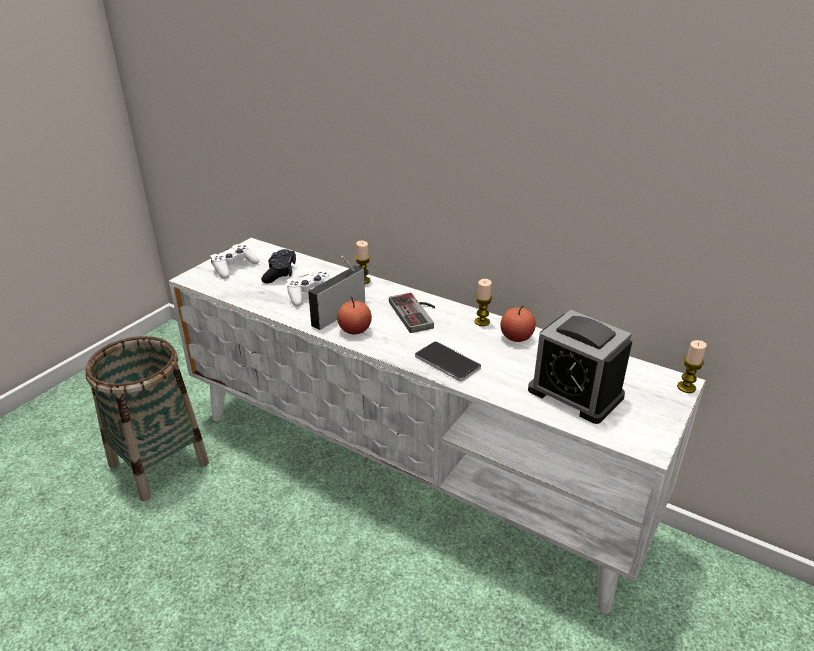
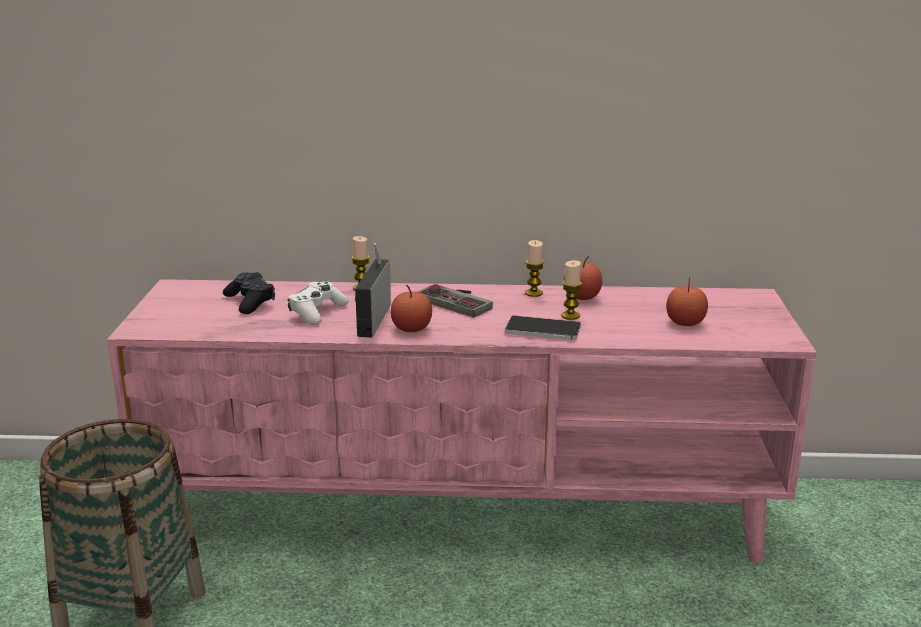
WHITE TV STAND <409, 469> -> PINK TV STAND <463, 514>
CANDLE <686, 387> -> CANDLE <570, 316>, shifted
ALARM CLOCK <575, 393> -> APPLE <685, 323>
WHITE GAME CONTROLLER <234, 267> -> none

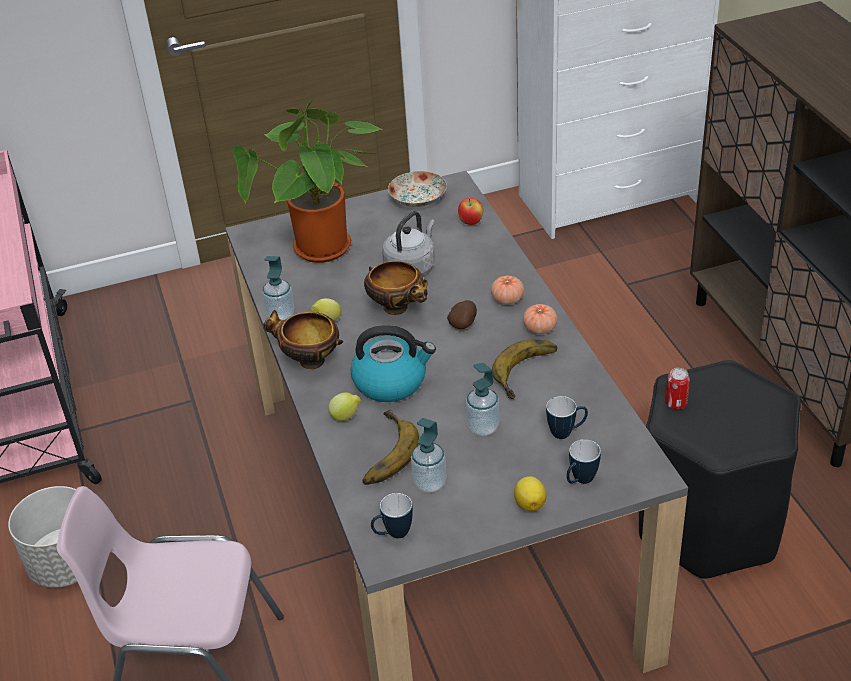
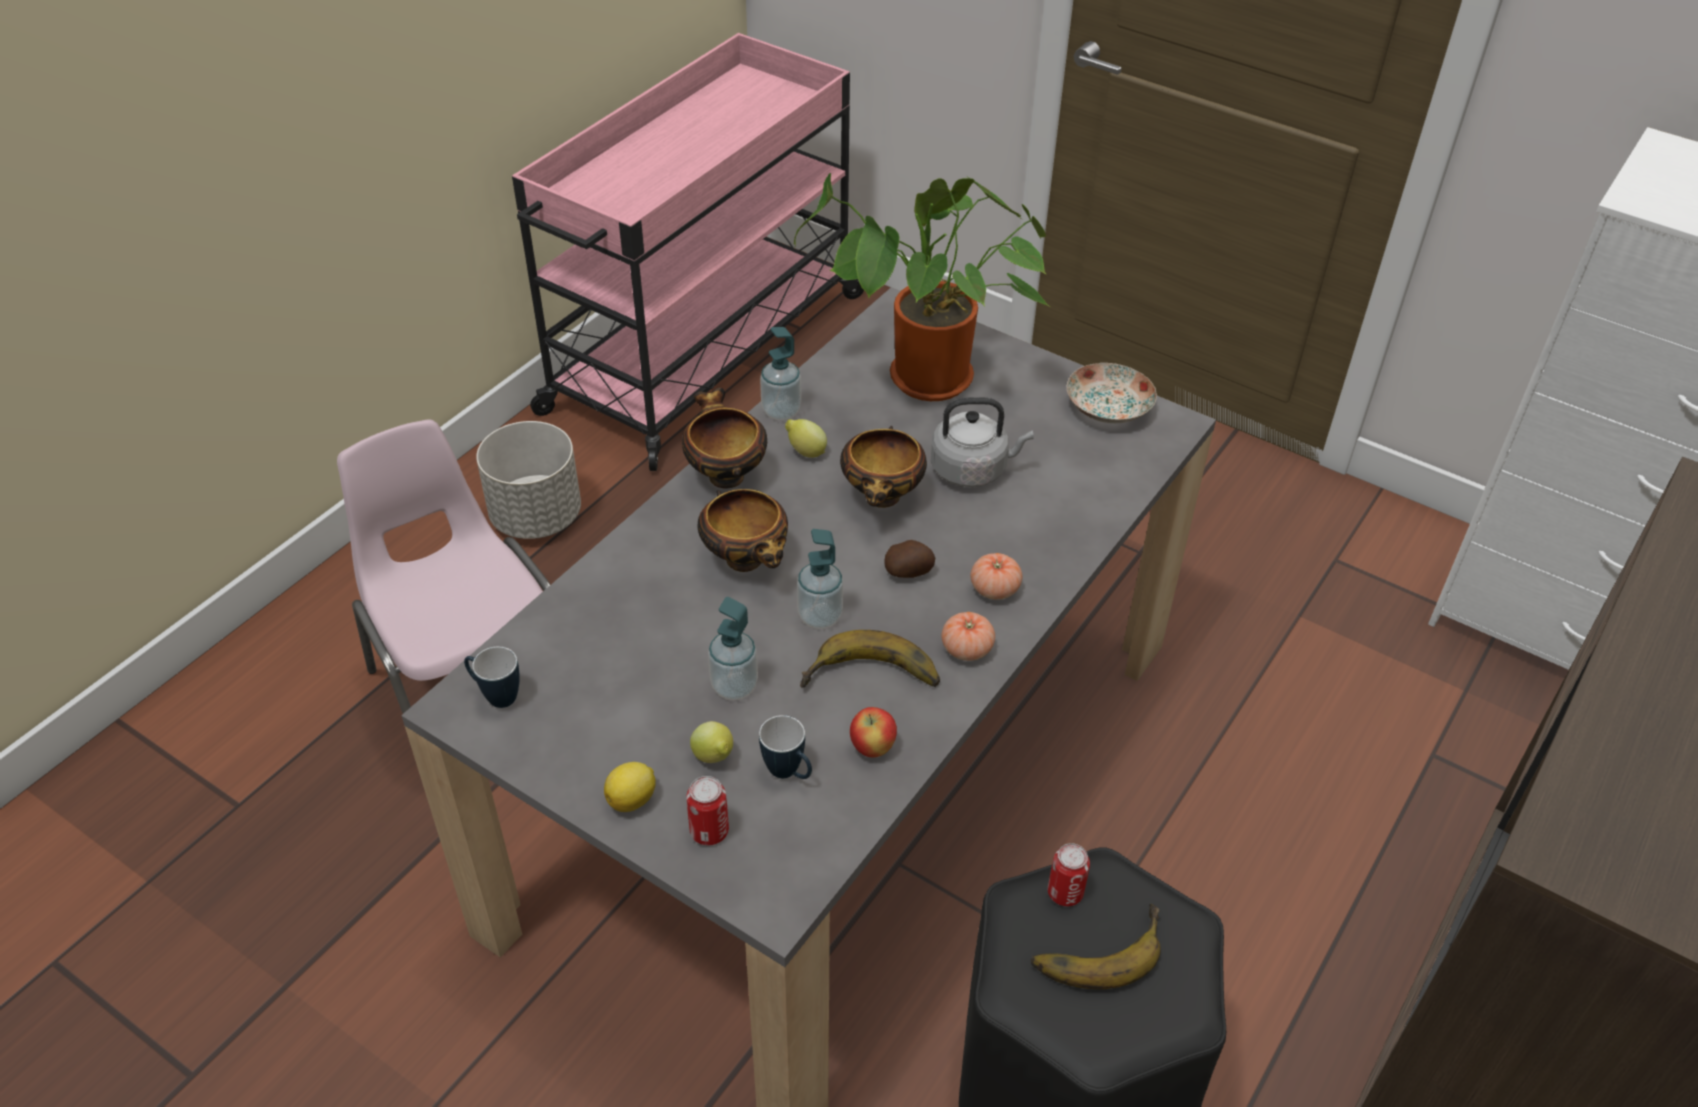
MUG <580, 481> -> CAN <709, 831>
LEMON <346, 417> -> LEMON <714, 758>, shifted
KETTLE <391, 382> -> BOWL <747, 561>
SOAP DISPENSER <430, 483> -> SOAP DISPENSER <820, 616>, shifted
APPLE <471, 222> -> APPLE <872, 748>, shifted
BANANA <382, 453> -> BANANA <1095, 947>, shifted

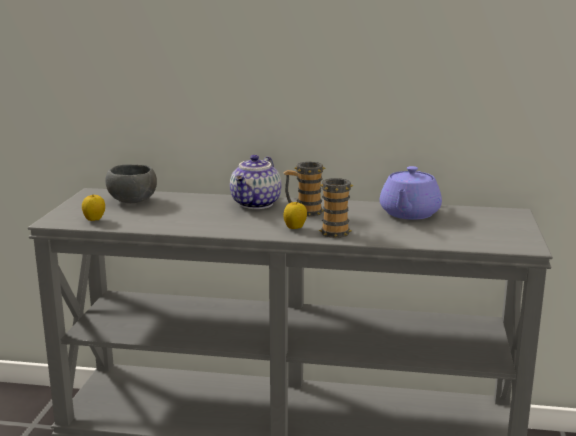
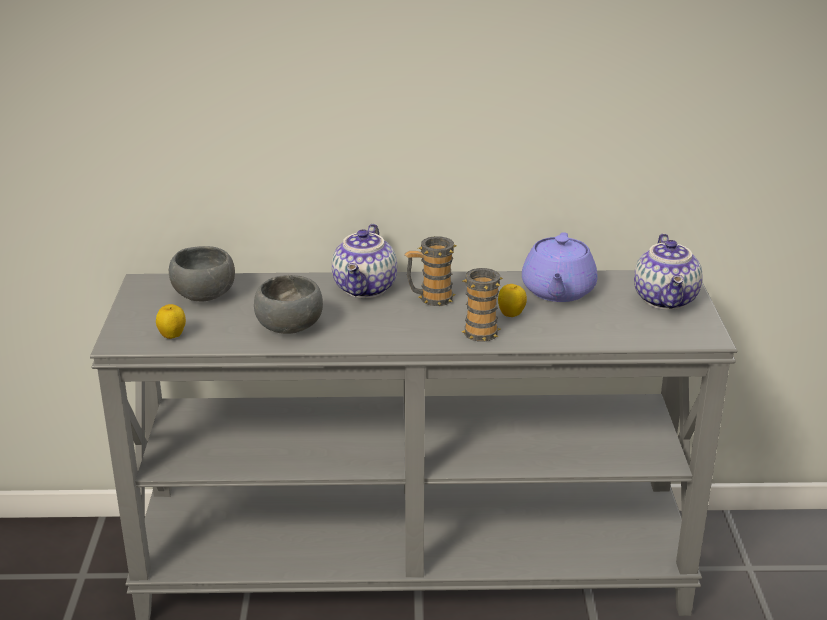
none -> GREY BOWL <291, 328>
APPLE <295, 228> -> APPLE <511, 315>, shifted
none -> TEAPOT <667, 300>

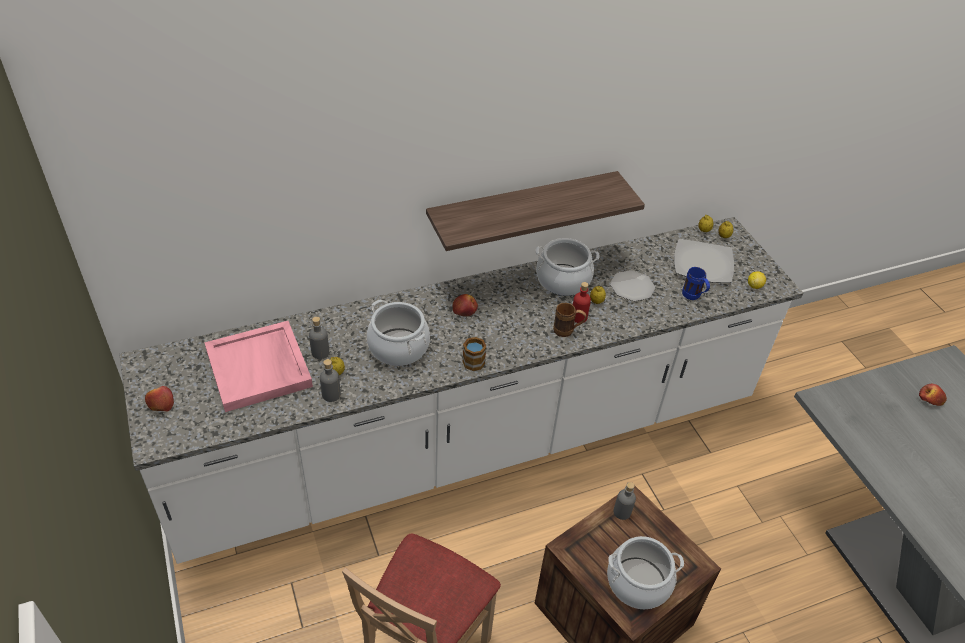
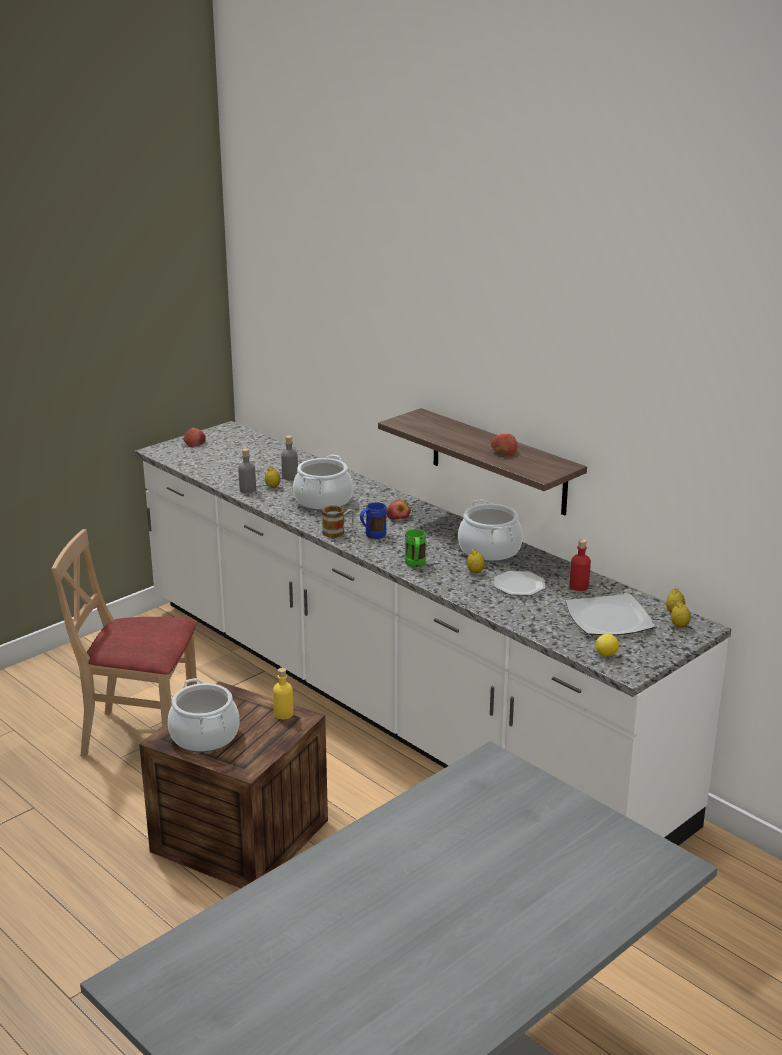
GREY BOTTLE <622, 512> -> YELLOW BOTTLE <283, 714>
BLUE MUG <693, 297> -> BLUE MUG <372, 536>, shifted
BROWN MUG <567, 331> -> GREEN MUG <415, 565>
APPLE <930, 399> -> APPLE <503, 451>, shifted
RED BOTTLE <579, 317> -> RED BOTTLE <579, 586>, shifted
PINK TRAY <259, 368> -> none

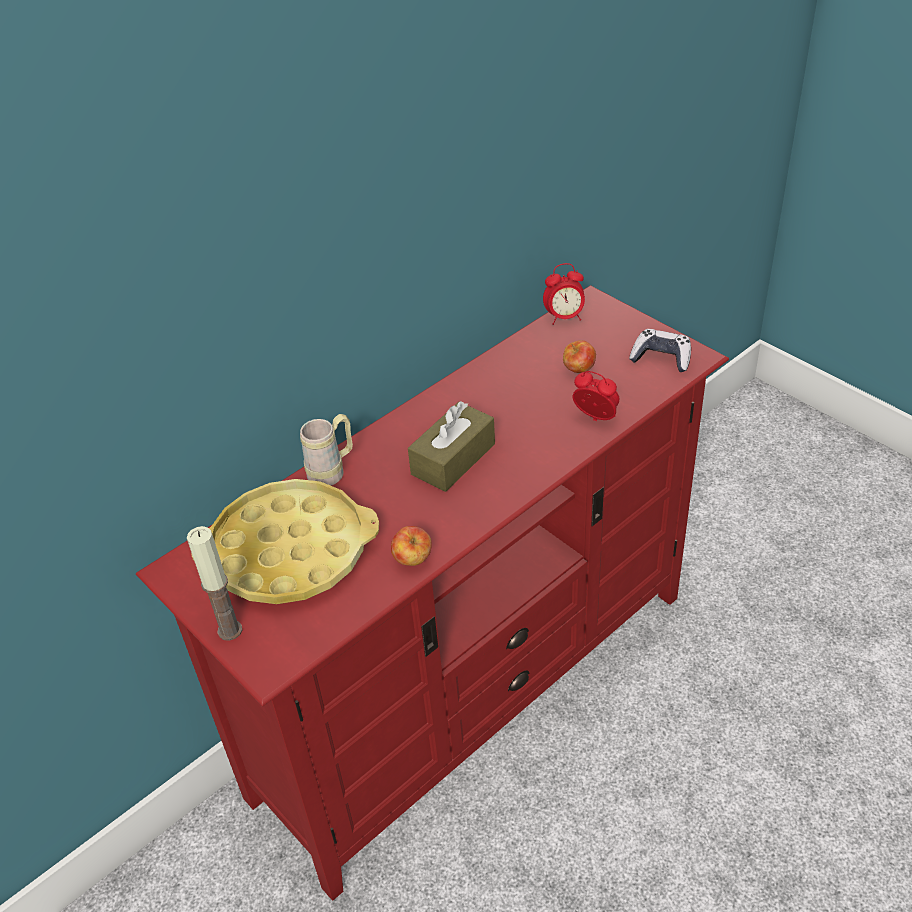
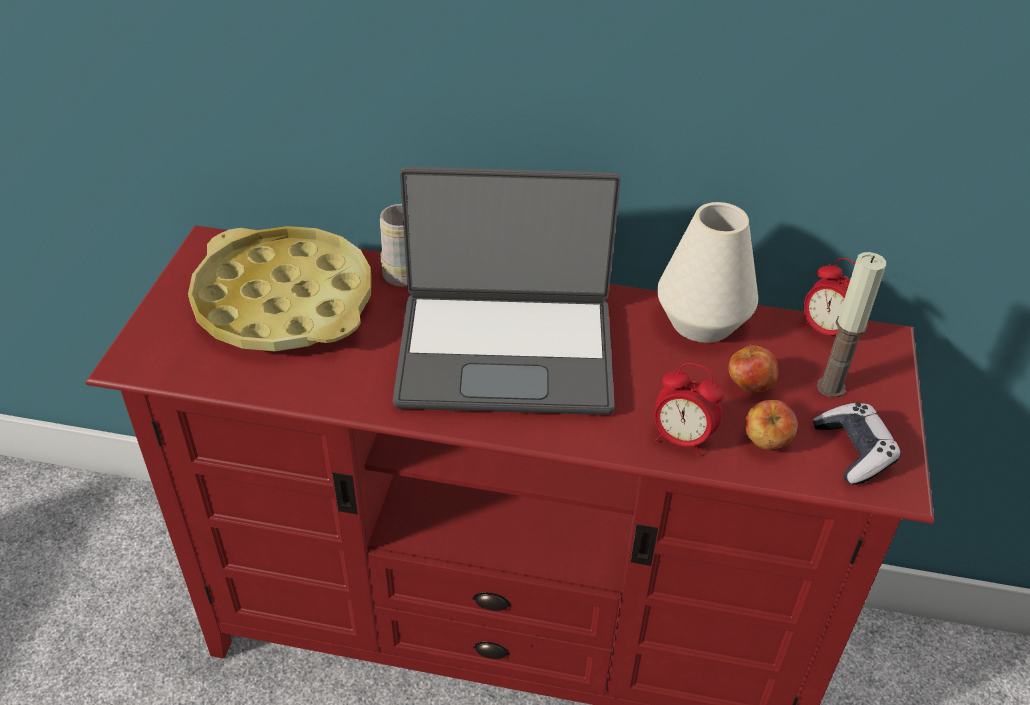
BROWN TISSUE BOX <453, 459> -> LAPTOP <506, 352>
ALARM CLOCK <595, 419> -> ALARM CLOCK <681, 439>, 120 degrees clockwise
none -> WHITE VASE <701, 322>
APPLE <412, 559> -> APPLE <765, 442>, shifted
CANDLE <230, 630> -> CANDLE <831, 387>, shifted

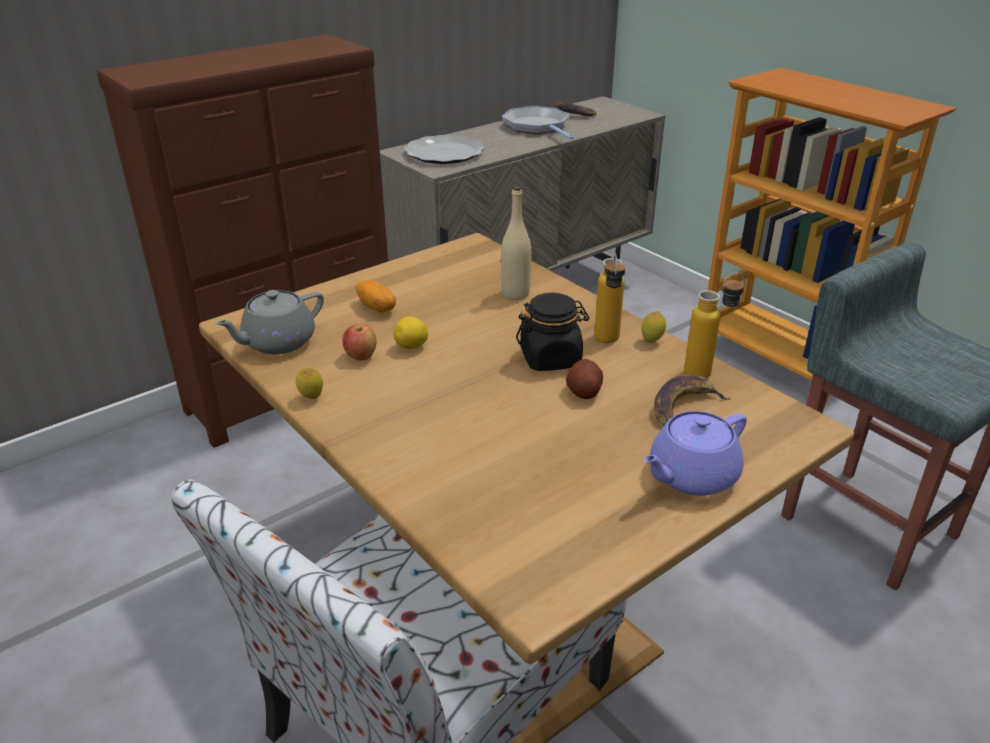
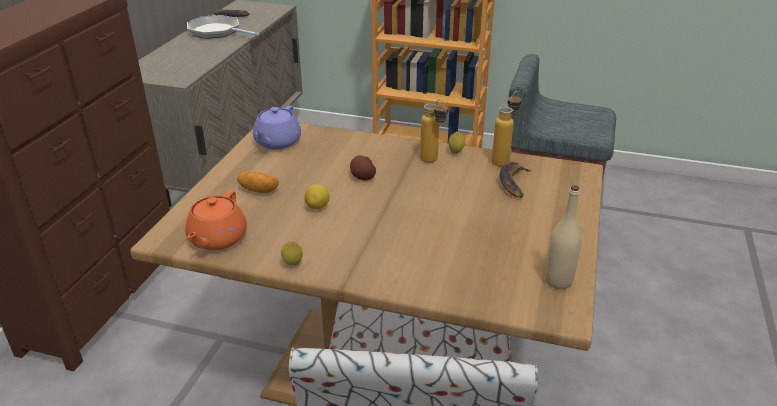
GREY TEAPOT <277, 342> -> ORANGE TEAPOT <217, 239>
PURPLE TEAPOT <691, 476> -> PURPLE TEAPOT <277, 142>, shifted
POTATO <583, 392> -> POTATO <362, 177>, shifted
BEIGE BOTTLE <515, 294> -> BEIGE BOTTLE <558, 281>, shifted
APPLE <361, 356> -> none
PLATE <444, 153> -> none
BLACK JAR <551, 358> -> none

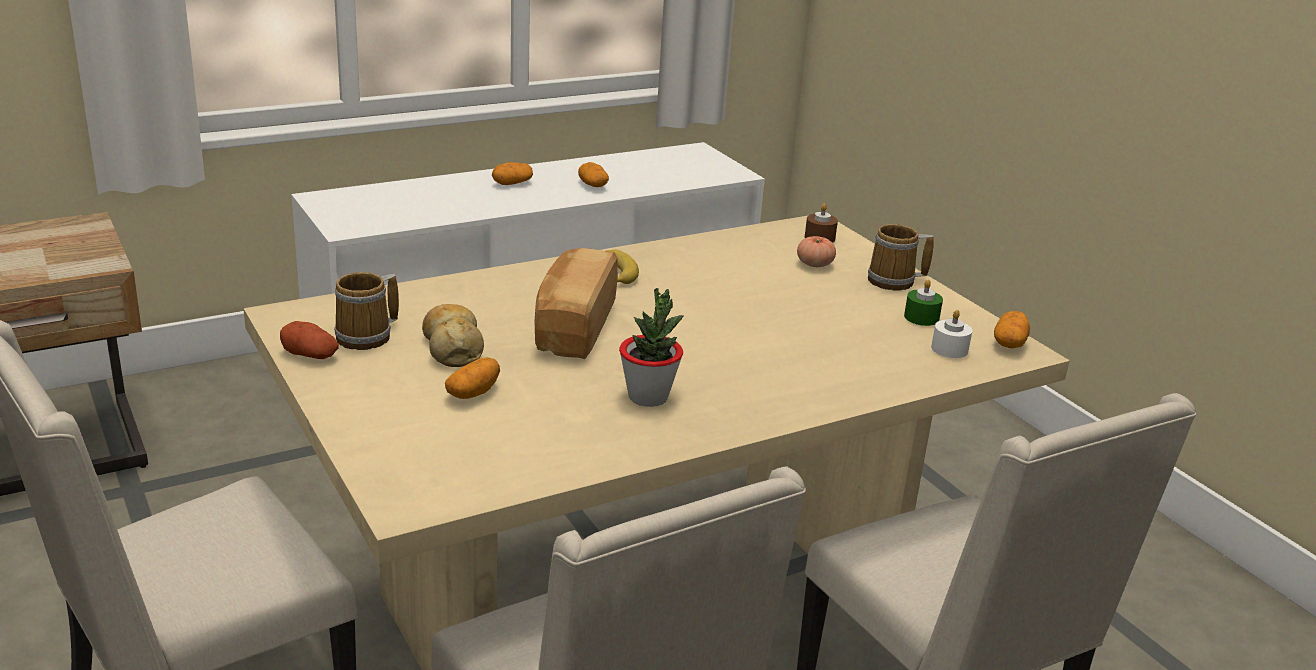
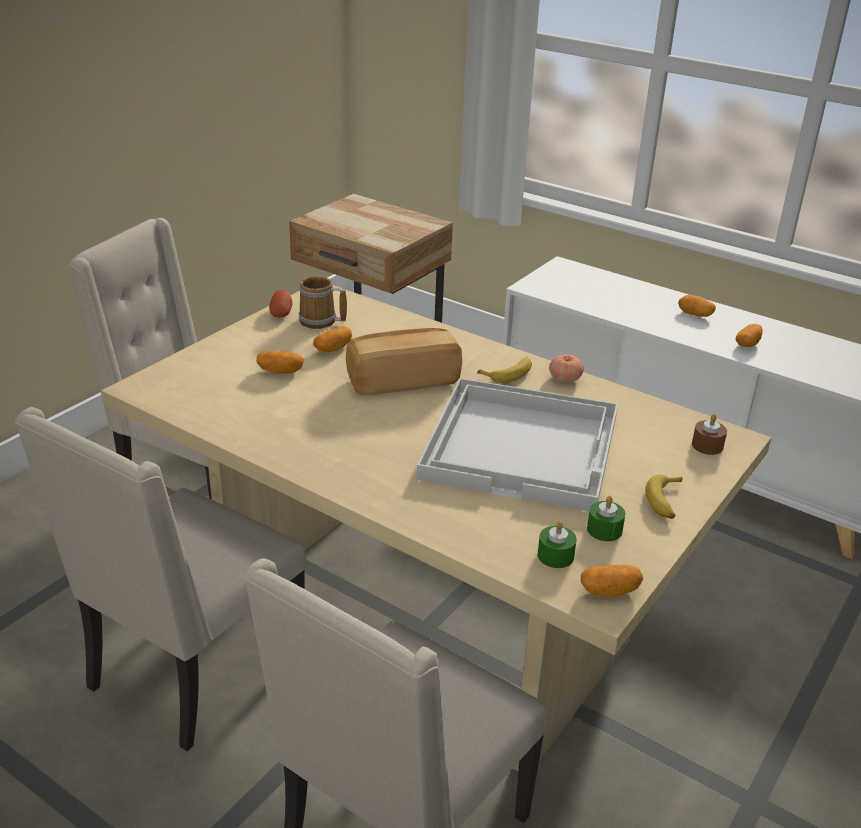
BREAD <452, 347> -> POTATO <333, 349>
none -> WHITE TRAY <523, 446>
WHITE CANDLE <949, 349> -> GREEN CANDLE <555, 556>
TOMATO <814, 264> -> TOMATO <565, 379>, shifted
MUG <894, 281> -> BANANA <665, 502>
POTTED PLANT <648, 397> -> none

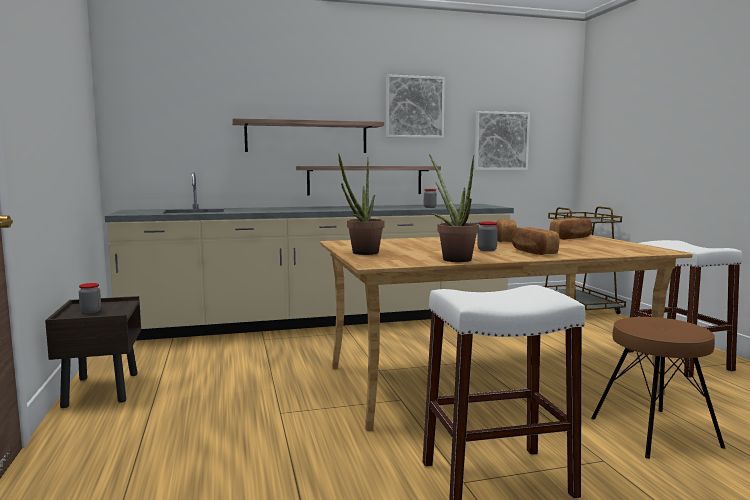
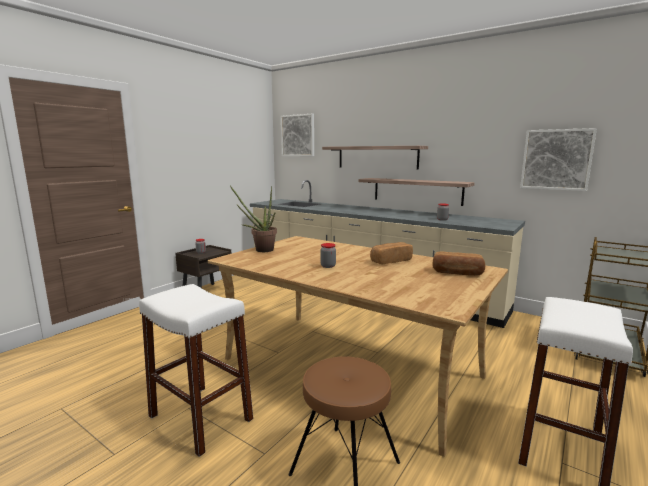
PICTURE <414, 107> -> PICTURE <298, 135>, shifted
POTTED PLANT <453, 259> -> none
BREAD <532, 252> -> none

